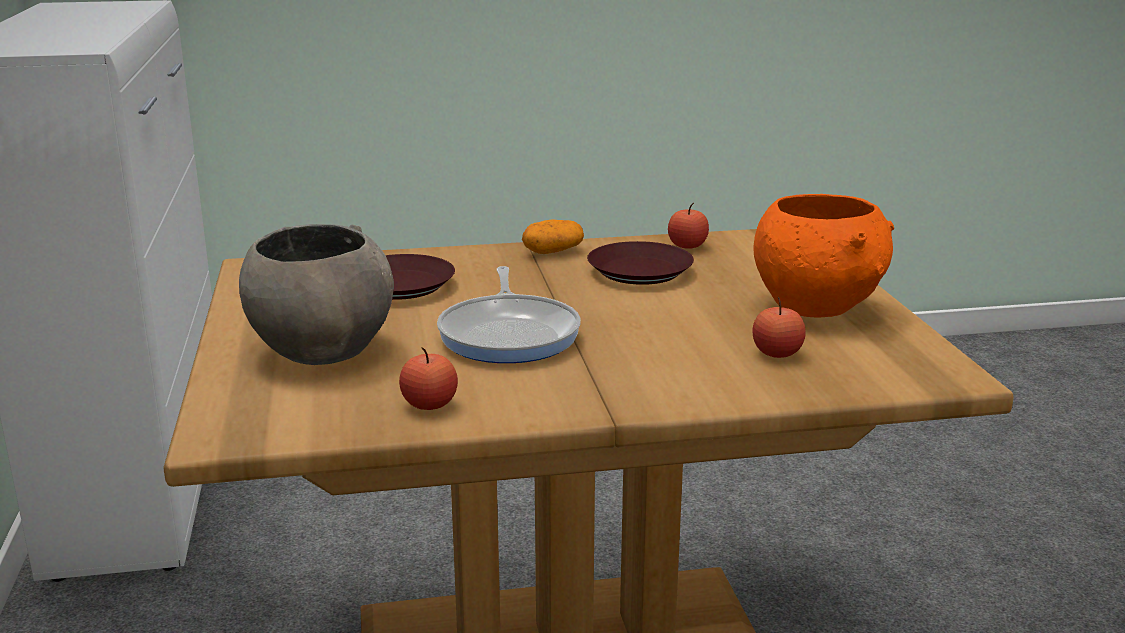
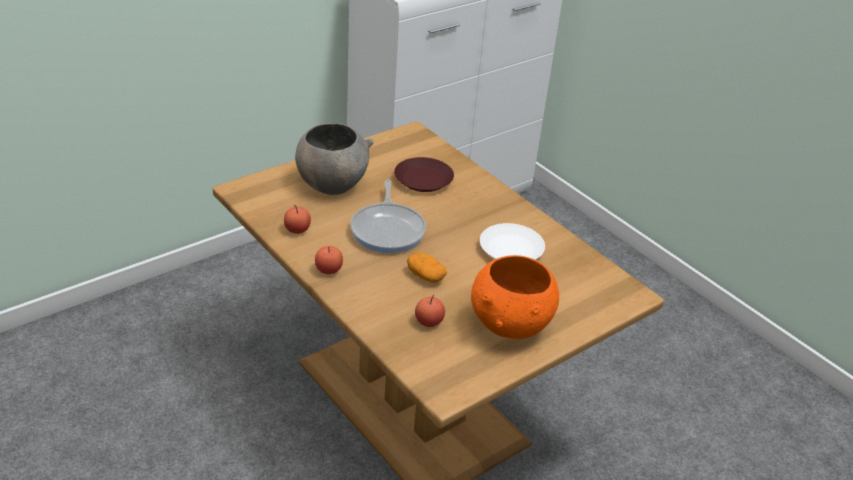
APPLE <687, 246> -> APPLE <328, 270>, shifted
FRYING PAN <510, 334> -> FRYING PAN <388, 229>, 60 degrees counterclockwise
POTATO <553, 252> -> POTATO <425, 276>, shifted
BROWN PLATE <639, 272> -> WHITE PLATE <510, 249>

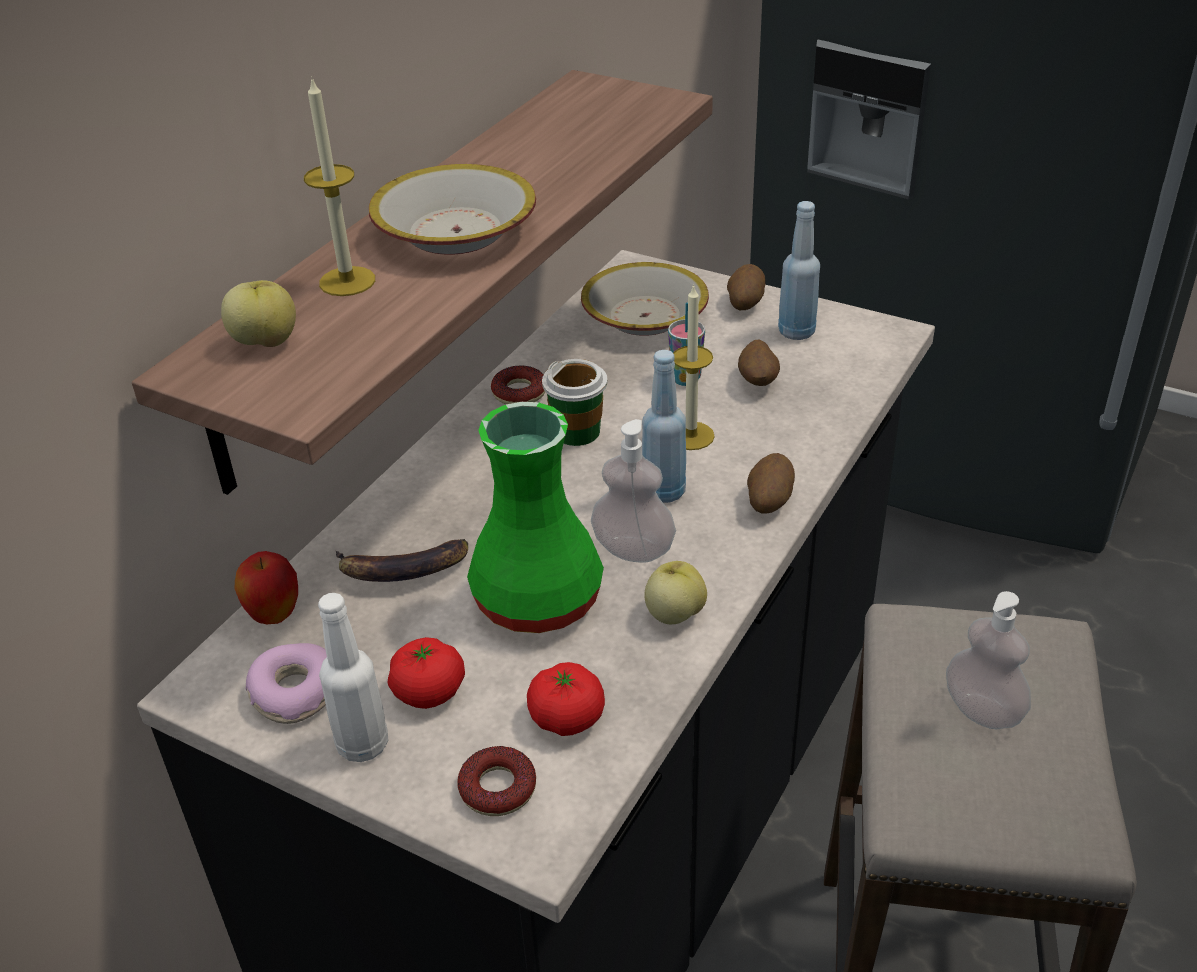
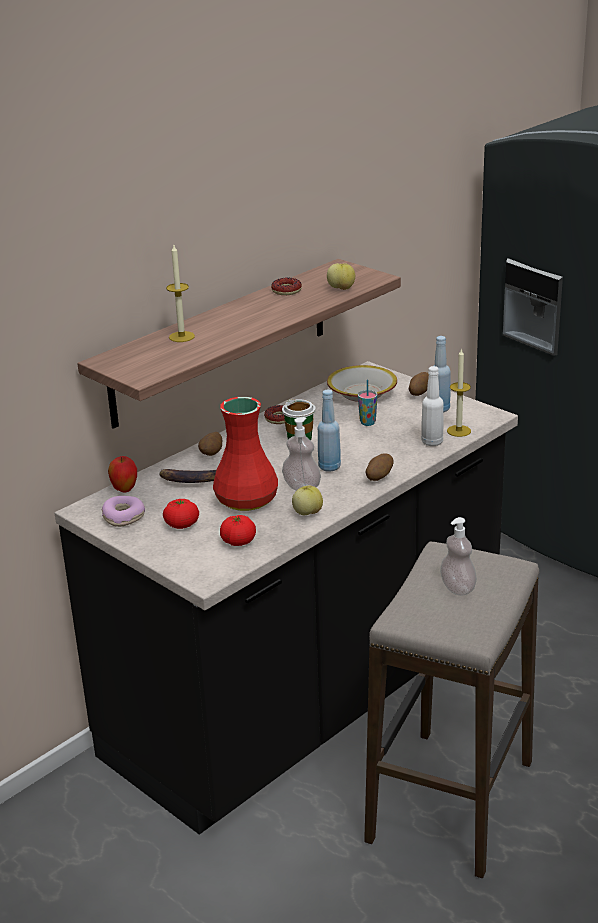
POTATO <758, 381> -> POTATO <212, 454>, shifted
GREEN VASE <539, 603> -> RED VASE <246, 501>
DONUT <498, 788> -> DONUT <286, 290>, shifted
APPLE <266, 342> -> APPLE <341, 288>, shifted
WHITE BOTTLE <362, 745> -> WHITE BOTTLE <432, 442>, shifted
CANDLE <691, 436> -> CANDLE <459, 431>, shifted
BOWL <456, 233> -> none

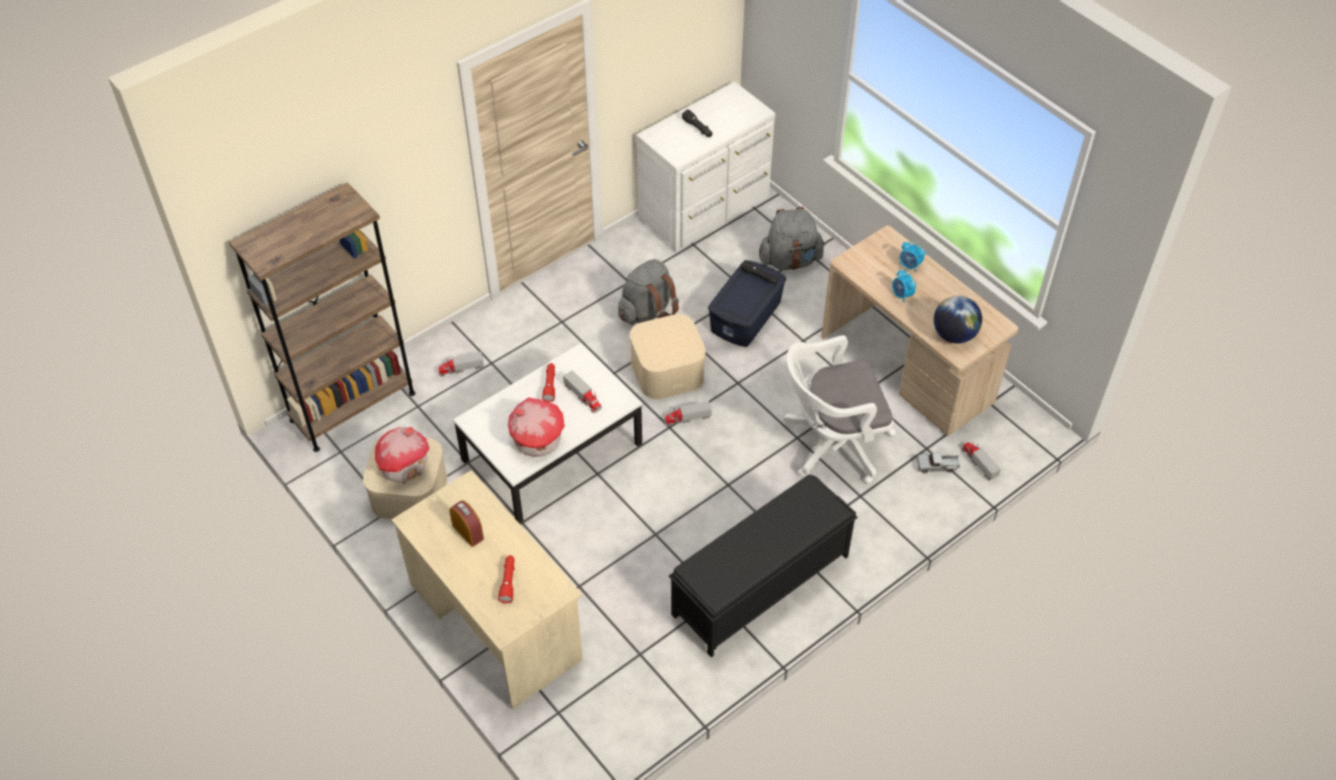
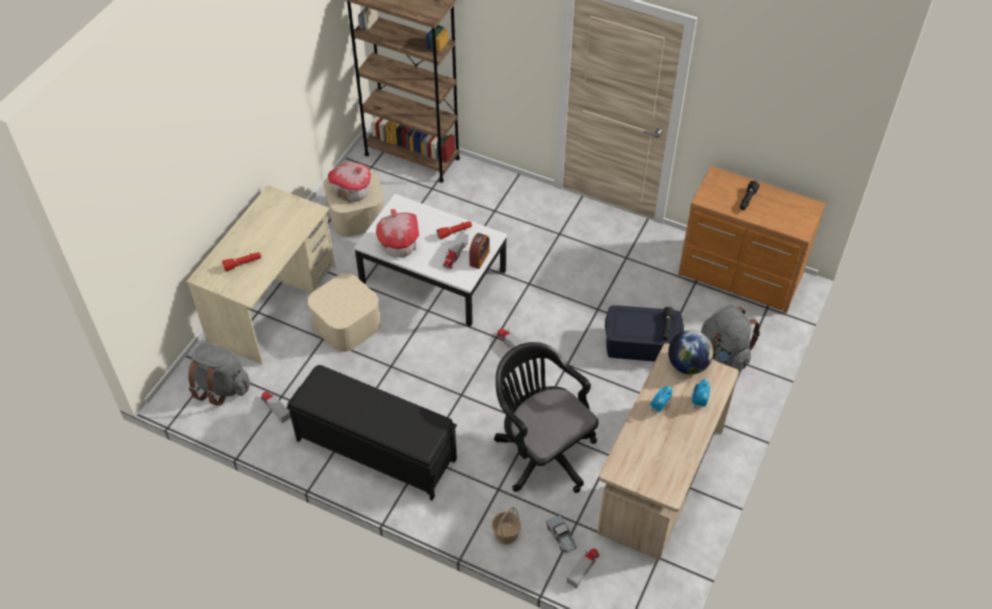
GREY BACKPACK <648, 312> -> GREY BACKPACK <221, 387>, shifted
TOY TRUCK <461, 368> -> TOY TRUCK <275, 408>, shifted
BEIGE STORAGE BOX <667, 370> -> BEIGE STORAGE BOX <347, 324>, shifted
ALARM CLOCK <468, 532> -> ALARM CLOCK <479, 258>, shifted
none -> BASKET <506, 533>
WHITE OFFICE CHAIR <831, 443> -> BLACK OFFICE CHAIR <541, 450>
GLOBE <954, 335> -> GLOBE <687, 365>, shifted
WHITE DRESSER <707, 210> -> BROWN DRESSER <740, 277>

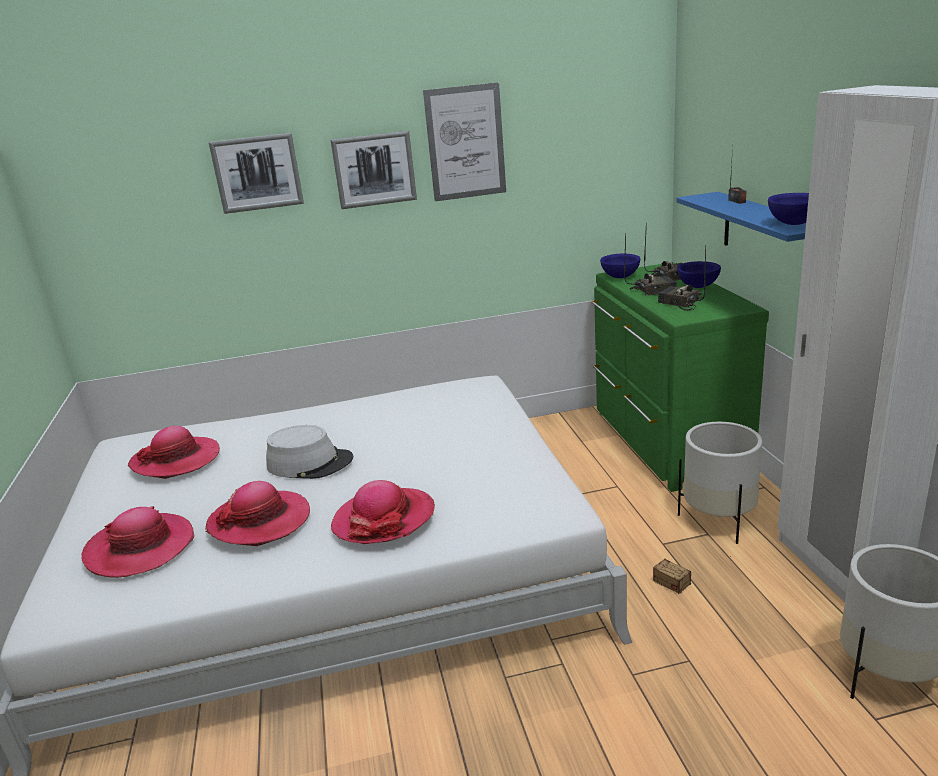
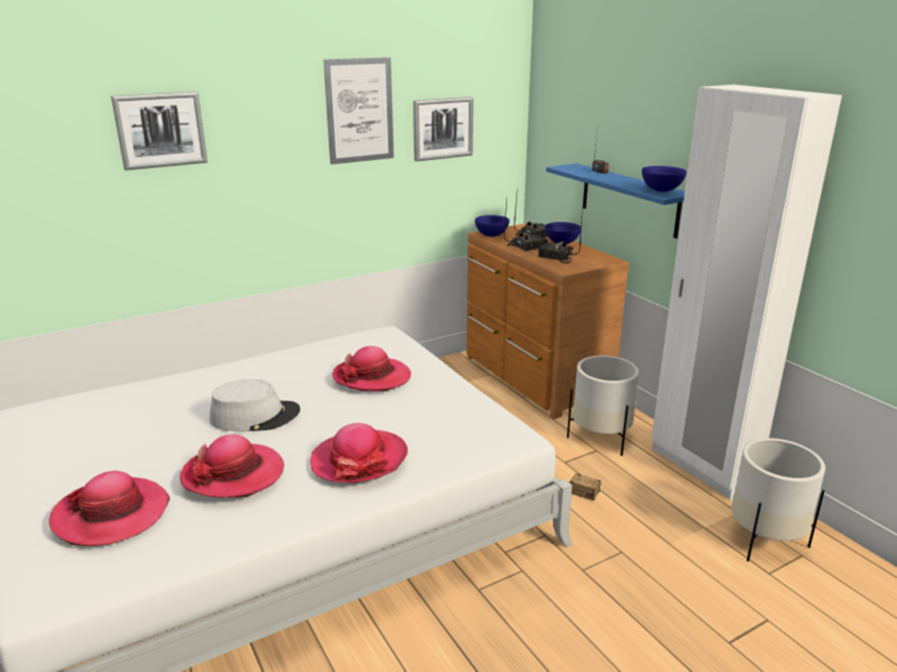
HAT <176, 460> -> HAT <372, 377>, shifted
PICTURE <374, 169> -> PICTURE <442, 128>, shifted
GREEN DRESSER <666, 442> -> BROWN DRESSER <533, 378>

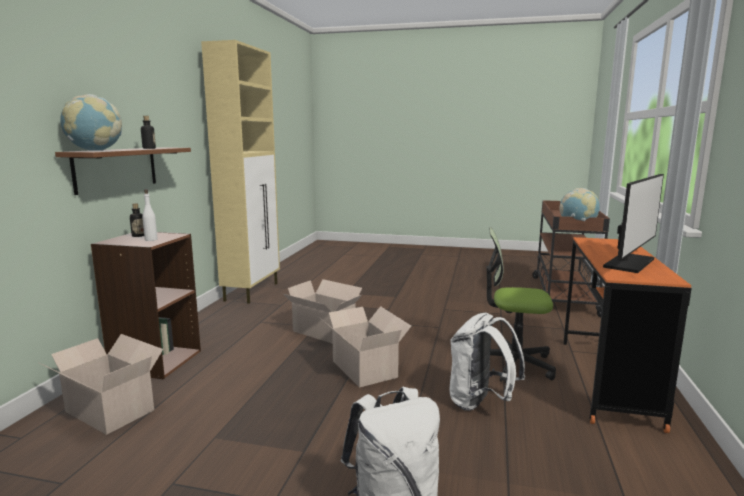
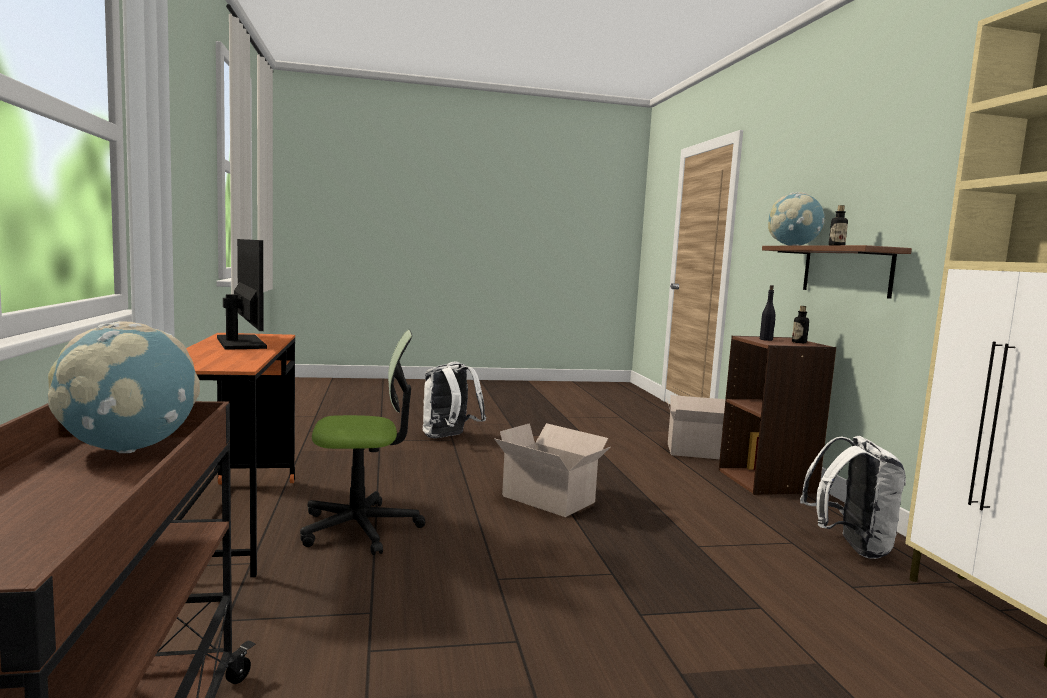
MONITOR <629, 263> -> MONITOR <240, 343>, 135 degrees clockwise
WHITE BOTTLE <151, 239> -> BLACK BOTTLE <766, 339>
WHITE BACKPACK <480, 403> -> WHITE BACKPACK <849, 546>, shifted
CARDBOARD BOX <325, 332> -> none

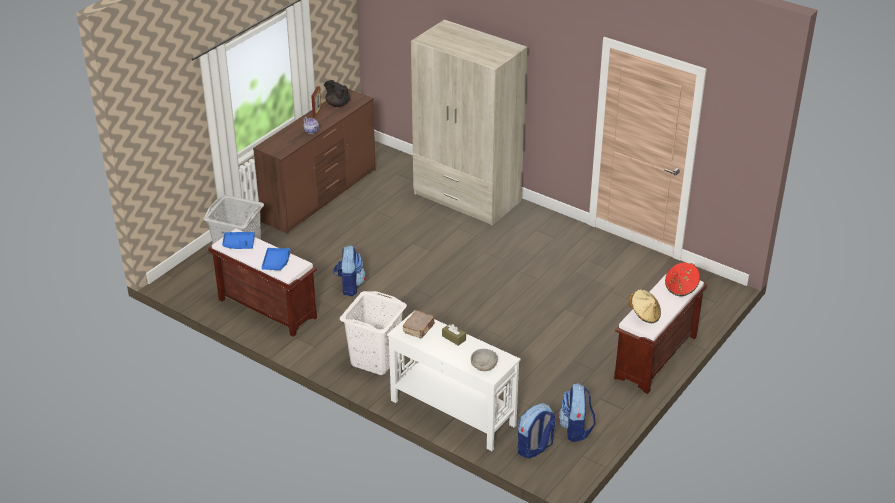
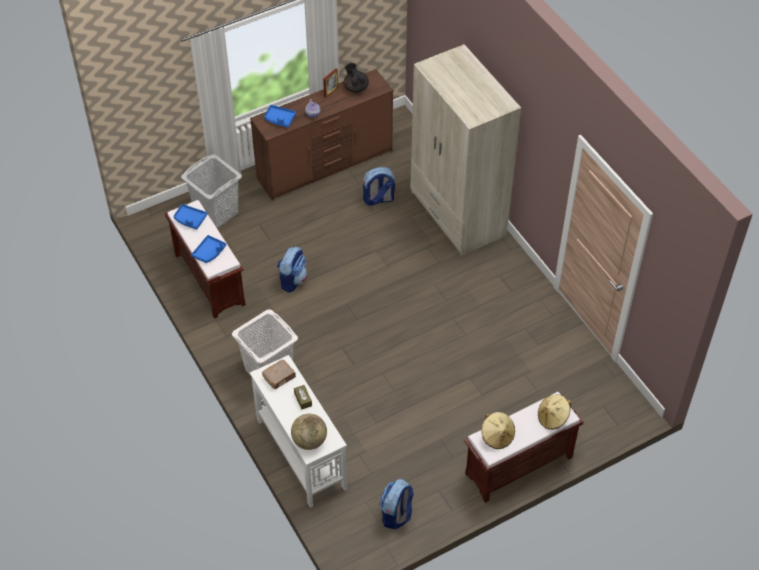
none -> BLUE TRAY <279, 119>
GREY BOWL <483, 366> -> GLOBE <309, 441>
BACKPACK <535, 448> -> BACKPACK <378, 199>, shifted
RED HAT <681, 288> -> BEIGE HAT <553, 418>

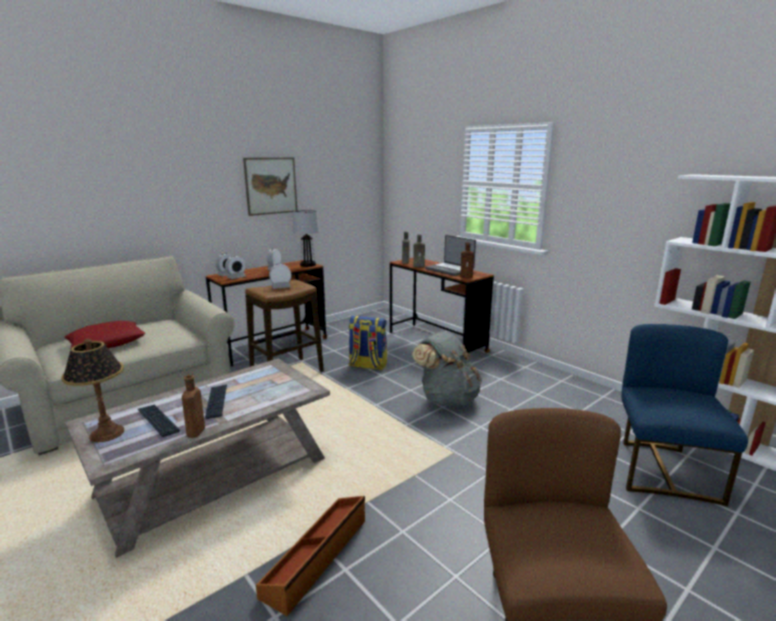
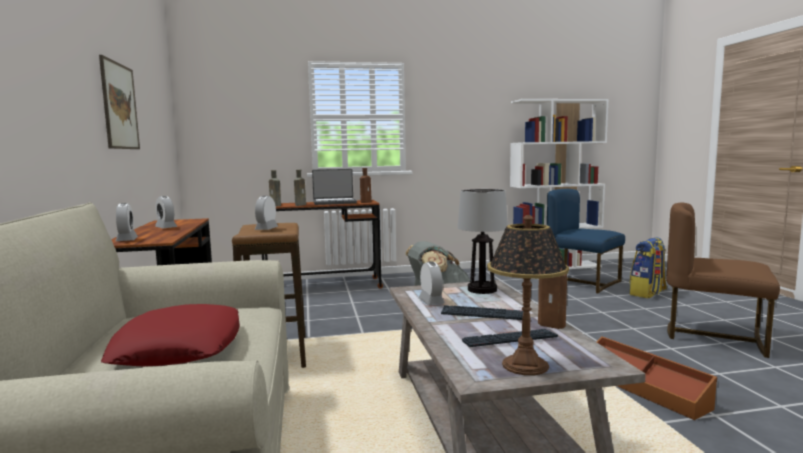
ALARM CLOCK <236, 277> -> ALARM CLOCK <431, 301>, shifted
TABLE LAMP <307, 265> -> TABLE LAMP <481, 290>, shifted
BACKPACK <367, 366> -> BACKPACK <647, 293>, shifted

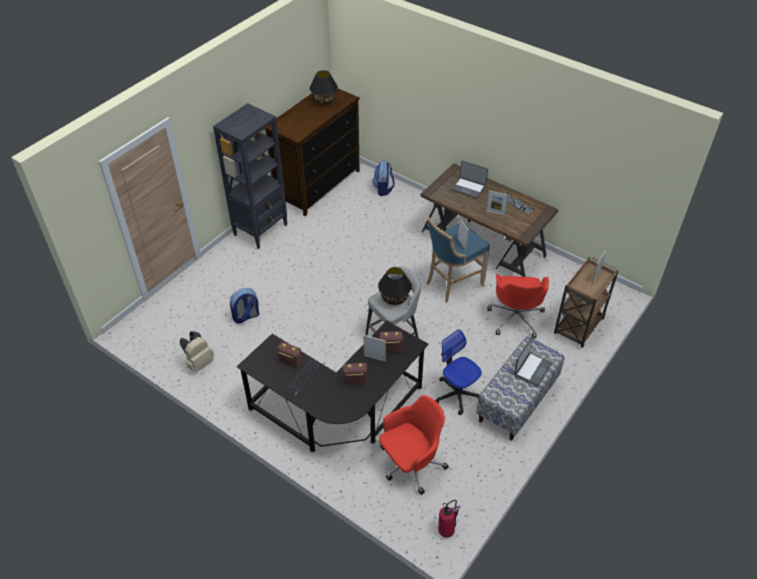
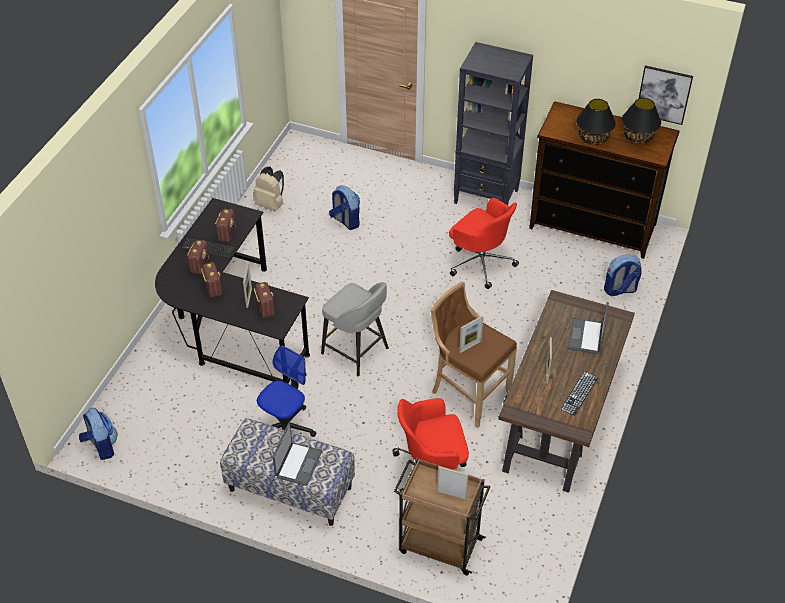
FIRE EXTINGUISHER <446, 530> -> BACKPACK <101, 446>
none -> RADIO <200, 265>
LAPTOP <532, 369> -> LAPTOP <297, 464>, 90 degrees counterclockwise
BLUE STOOL <452, 284> -> BROWN STOOL <467, 393>
RED OFFICE CHAIR <410, 464> -> RED OFFICE CHAIR <480, 262>, shifted
BLACK TABLE LAMP <394, 298> -> BLACK TABLE LAMP <593, 138>, shifted
none -> PICTURE <664, 94>

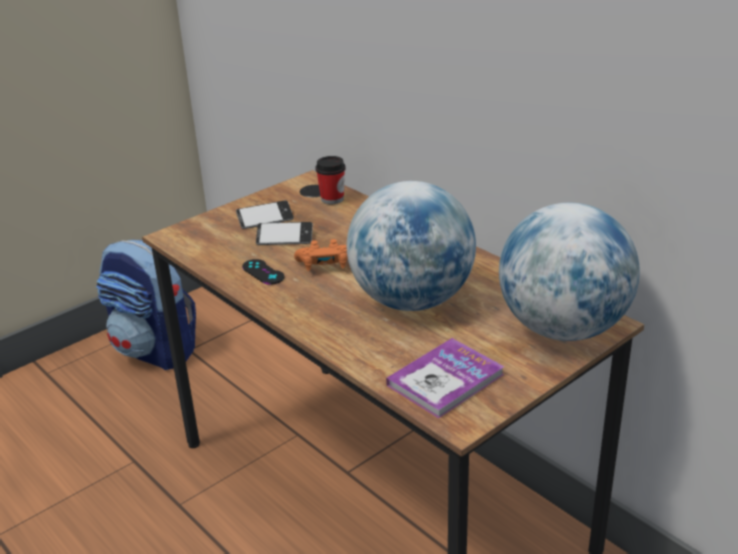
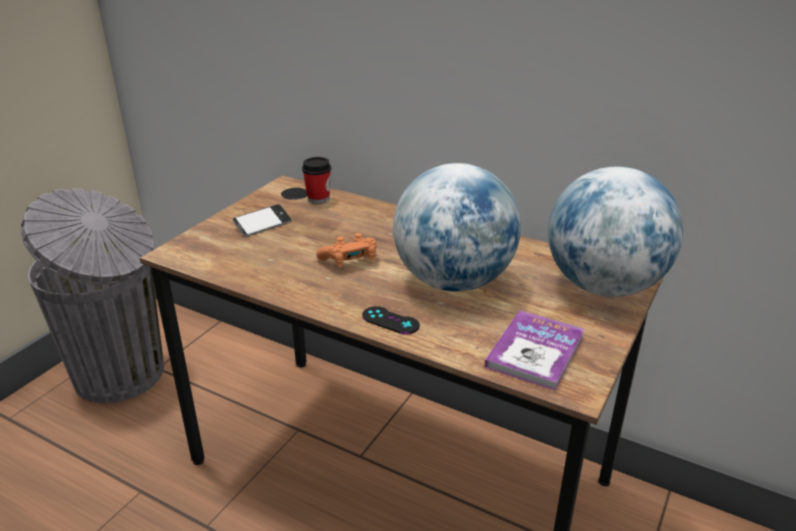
BACKPACK <155, 350> -> GREY TRASH CAN <122, 374>
BLACK GAME CONTROLLER <263, 272> -> BLACK GAME CONTROLLER <390, 320>, shifted
PHONE <284, 238> -> none

